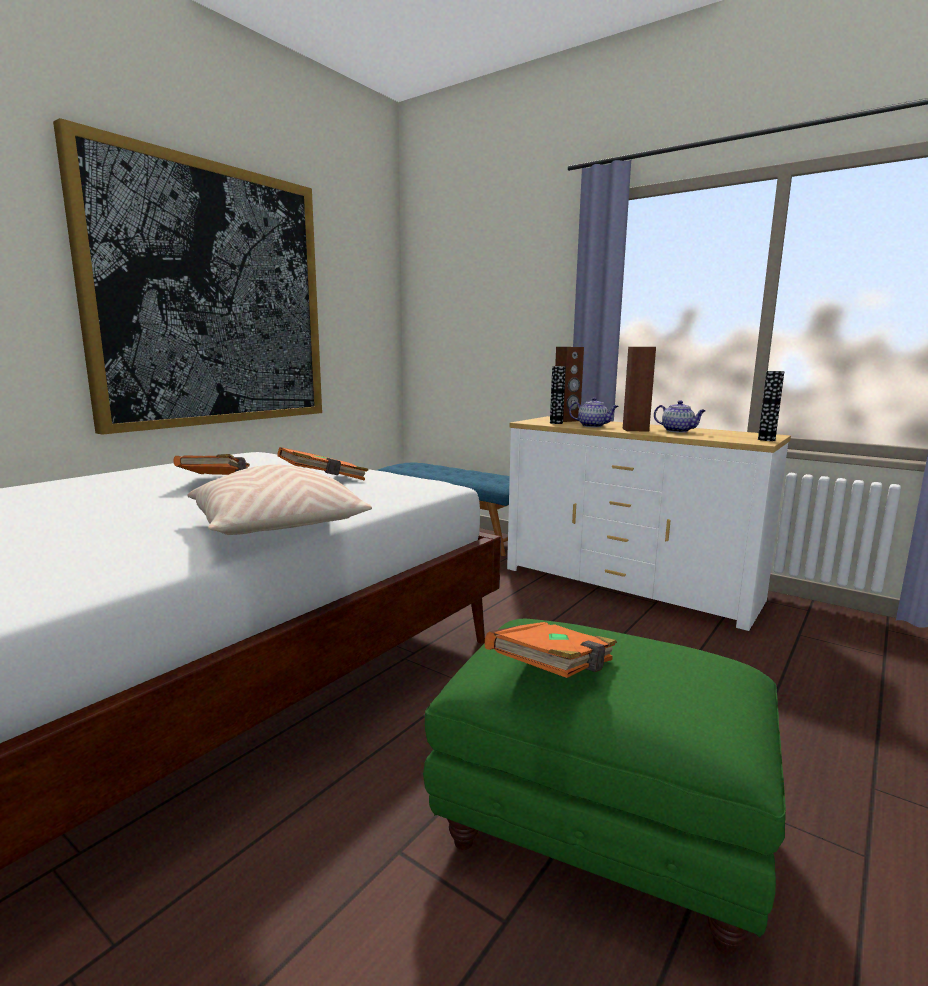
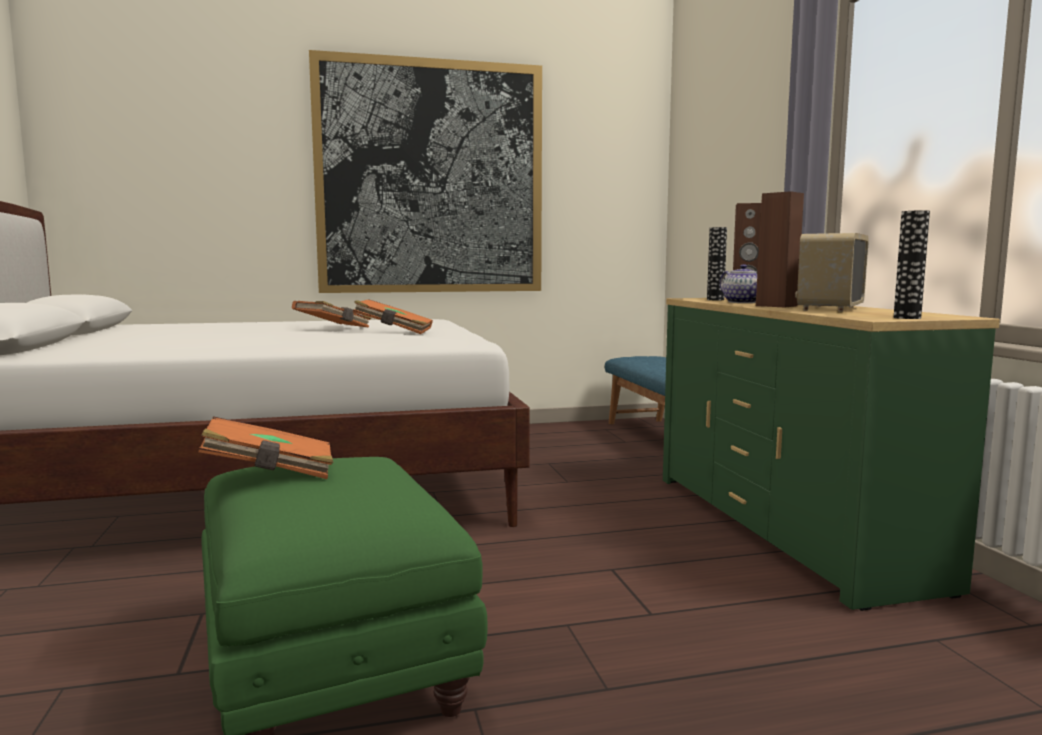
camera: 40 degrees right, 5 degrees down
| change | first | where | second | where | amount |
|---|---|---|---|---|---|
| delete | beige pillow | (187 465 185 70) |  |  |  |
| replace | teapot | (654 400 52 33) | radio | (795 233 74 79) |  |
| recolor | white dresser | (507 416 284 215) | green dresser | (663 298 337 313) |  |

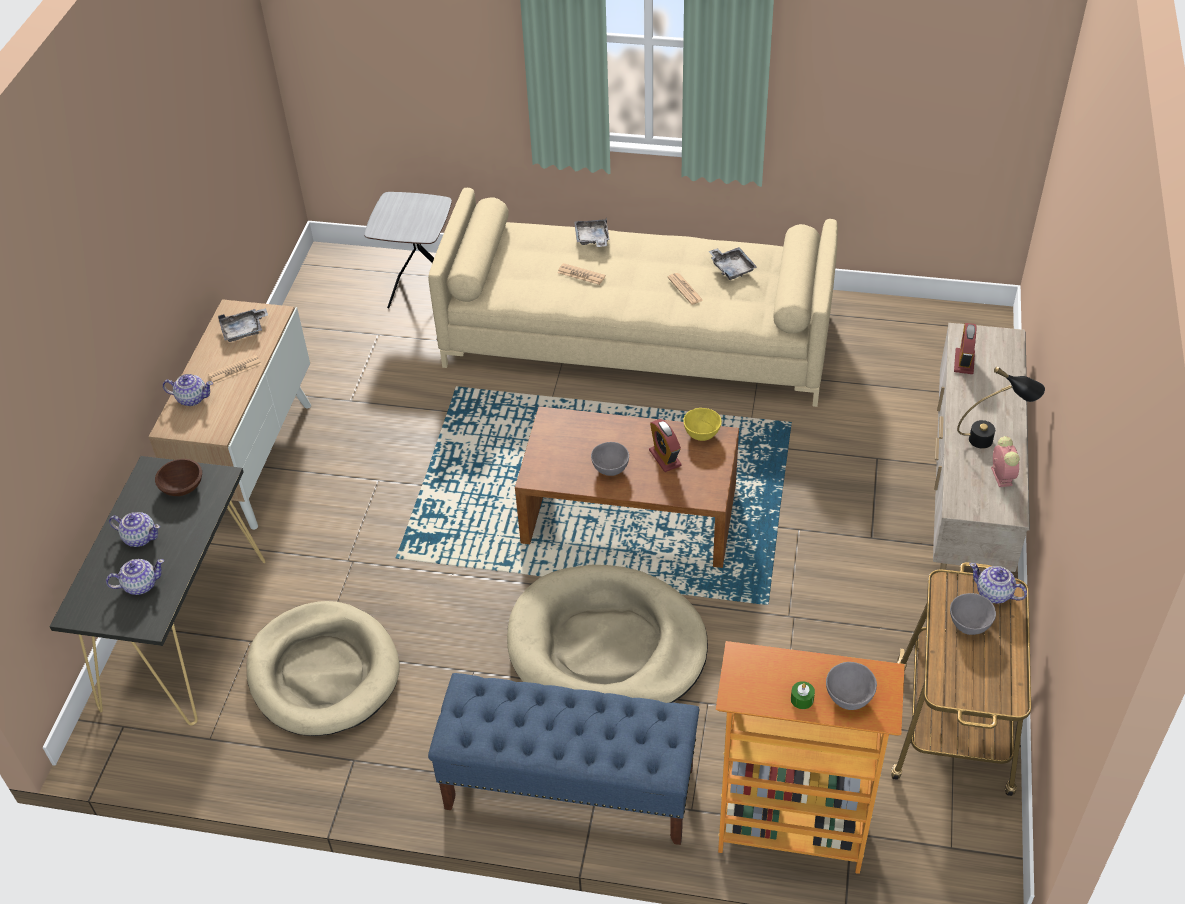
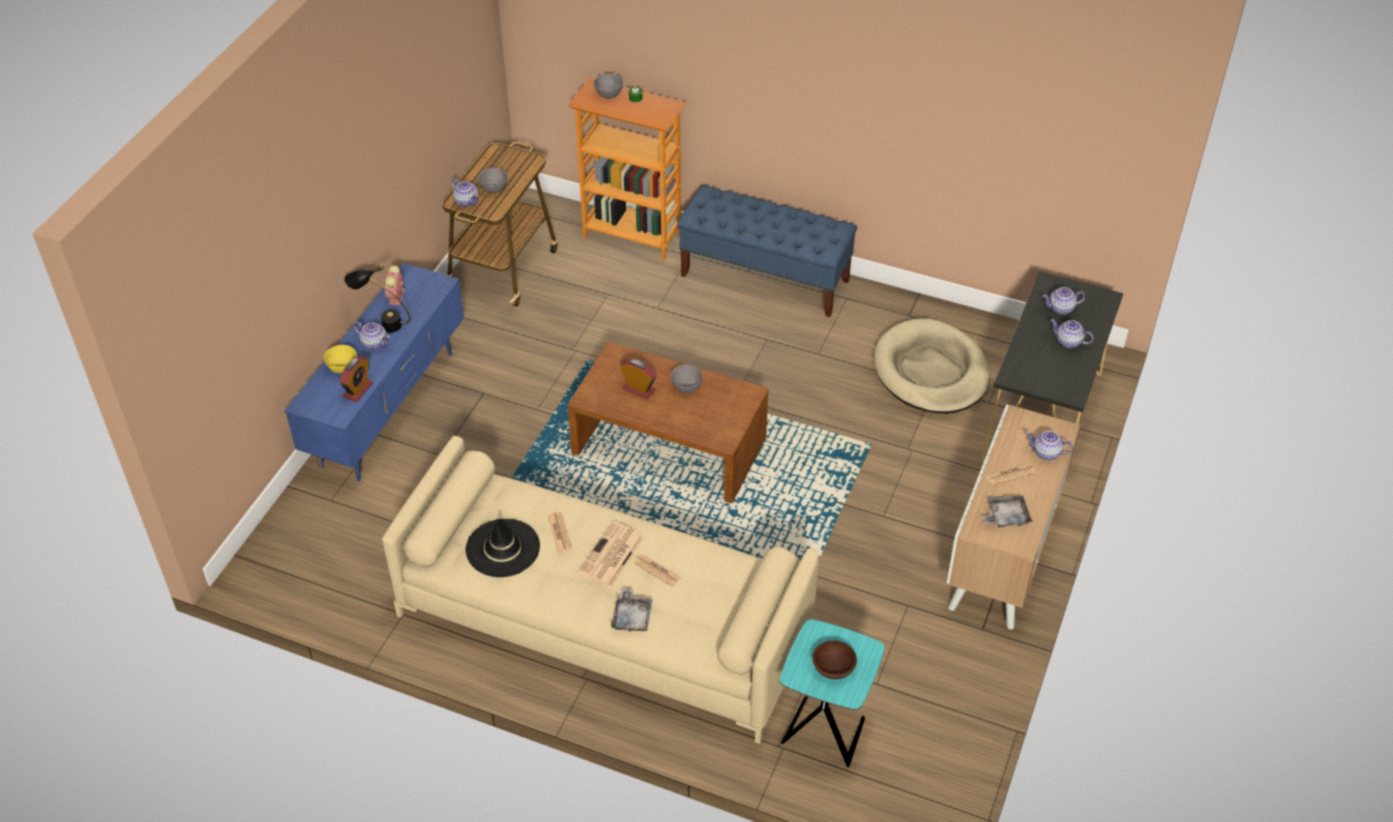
camera: 170 degrees left, 0 degrees up
| change | first | where | second | where | amount |
|---|---|---|---|---|---|
| delete | beige dog bed | (507 565 201 138) |  |  |  |
| insert |  |  | teapot | (354 322 36 28) |  |
| insert |  |  | newspaper | (577 521 68 66) |  |
| move | brown bowl | (155 459 47 37) |  | (812 641 45 38) |  |
| move | yellow bowl | (683 408 39 33) |  | (324 345 33 28) |  |
| replace | grey tray | (708 247 49 33) | black hat | (466 519 74 58) |  |
| recolor | grey side table | (364 192 88 117) | turquoise side table | (780 619 105 148) |  |
| recolor | beige tv stand | (933 323 97 249) | blue tv stand | (285 263 179 218) |  |
| rotate | alarm clock | (649 419 33 53) |  | (620 359 37 40) | 45 degrees counterclockwise |

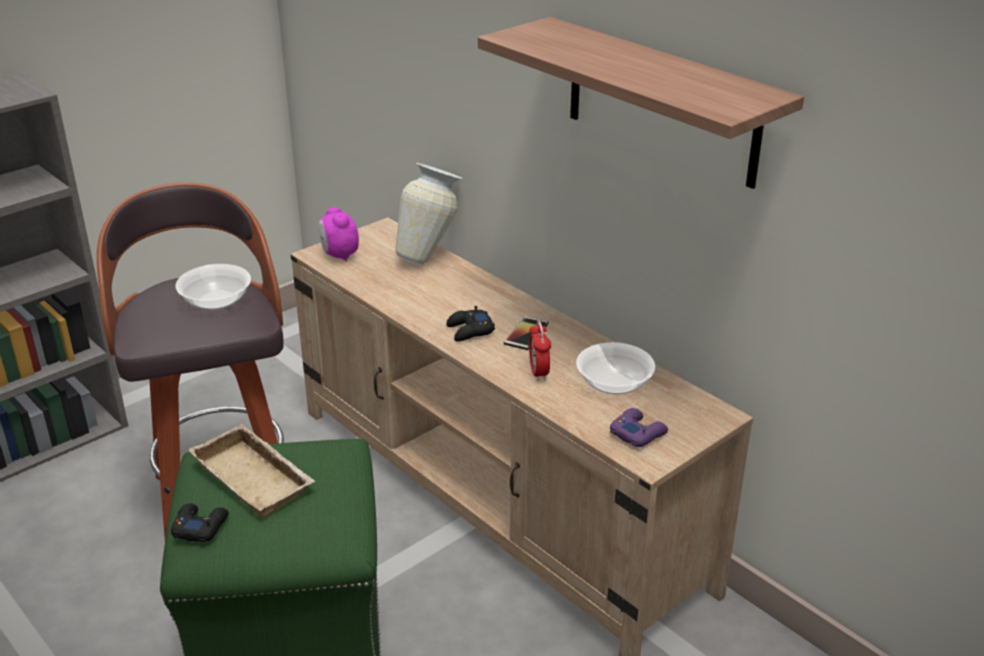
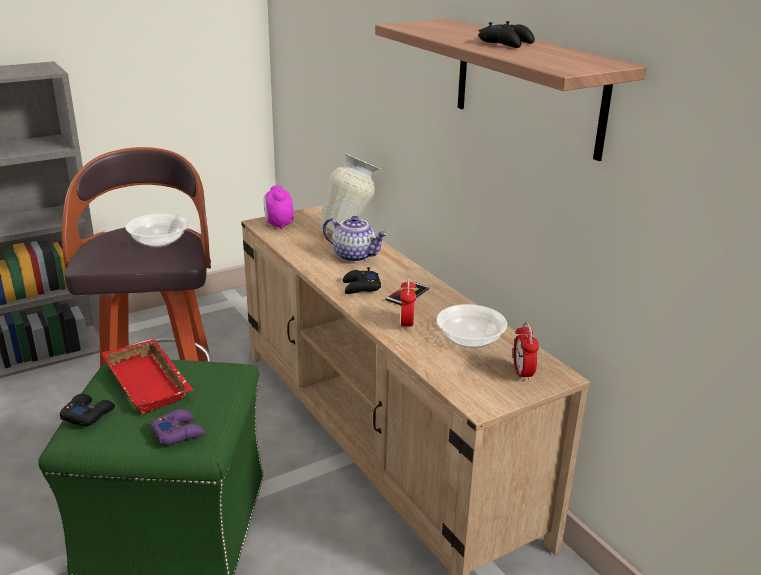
camera: 10 degrees right, 5 degrees down
| change | first | where | second | where | amount |
|---|---|---|---|---|---|
| insert |  |  | teapot | (323 216 65 46) |  |
| insert |  |  | black game controller | (478 21 57 27) |  |
| insert |  |  | alarm clock | (513 322 26 60) |  |
| move | purple game controller | (610 408 58 39) |  | (151 409 54 36) |  |
| recolor | beige tray | (188 424 127 95) | red tray | (102 339 92 76) |  |

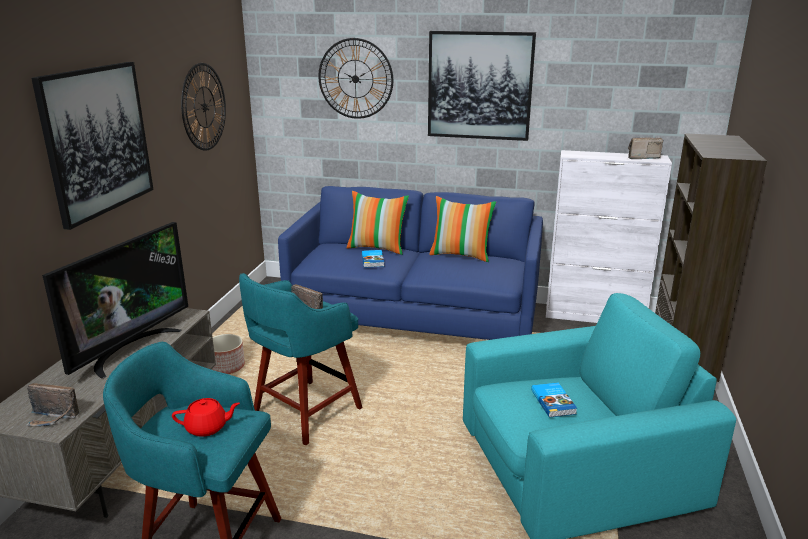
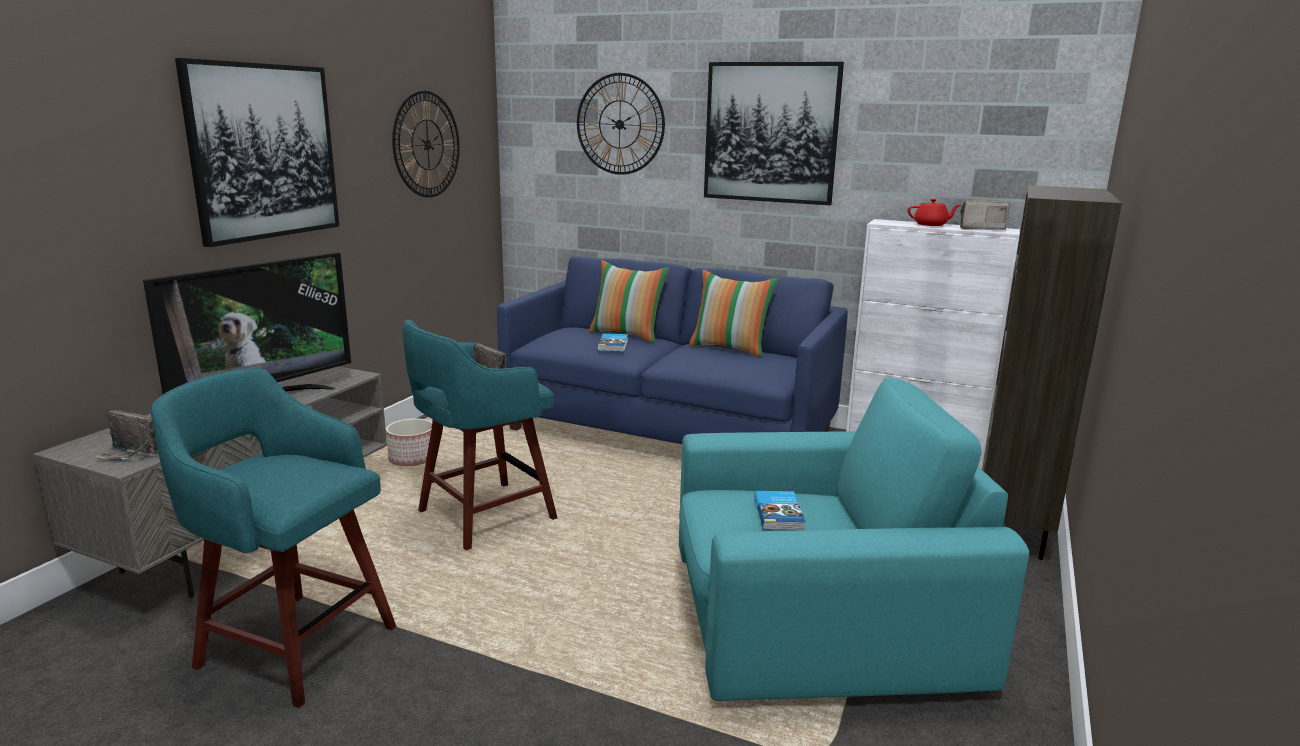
camera: 10 degrees right, 5 degrees down
| change | first | where | second | where | amount |
|---|---|---|---|---|---|
| move | red teapot | (172 398 68 39) |  | (907 199 54 27) |  |

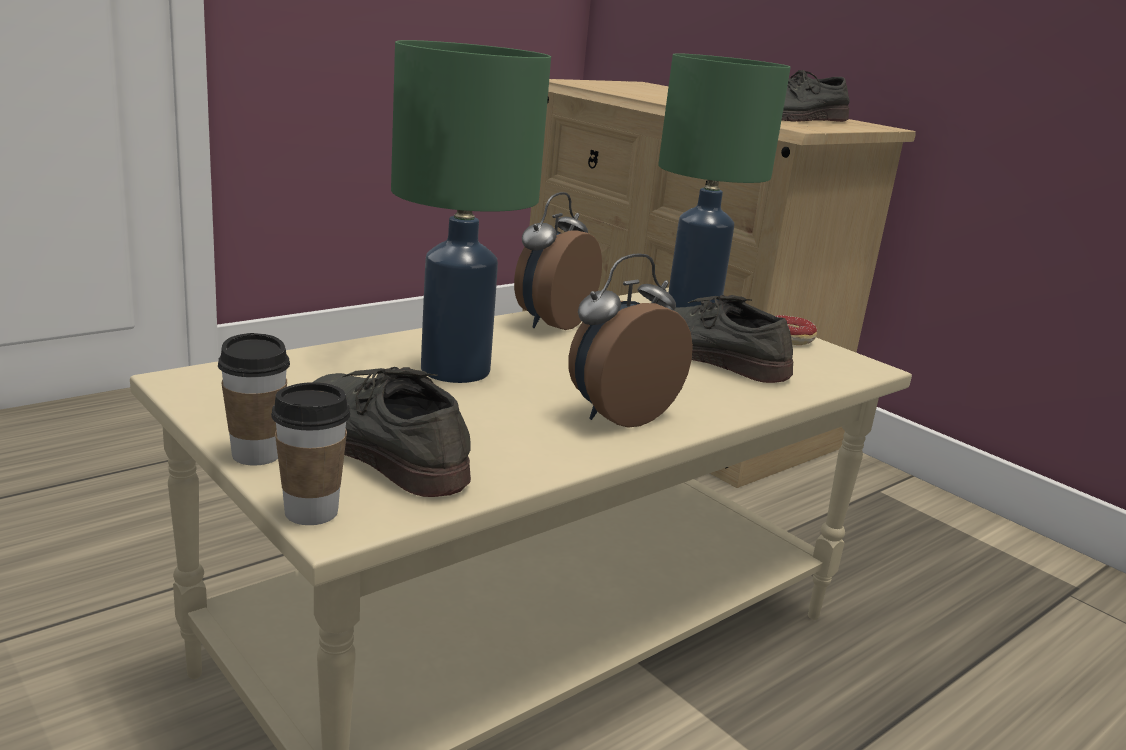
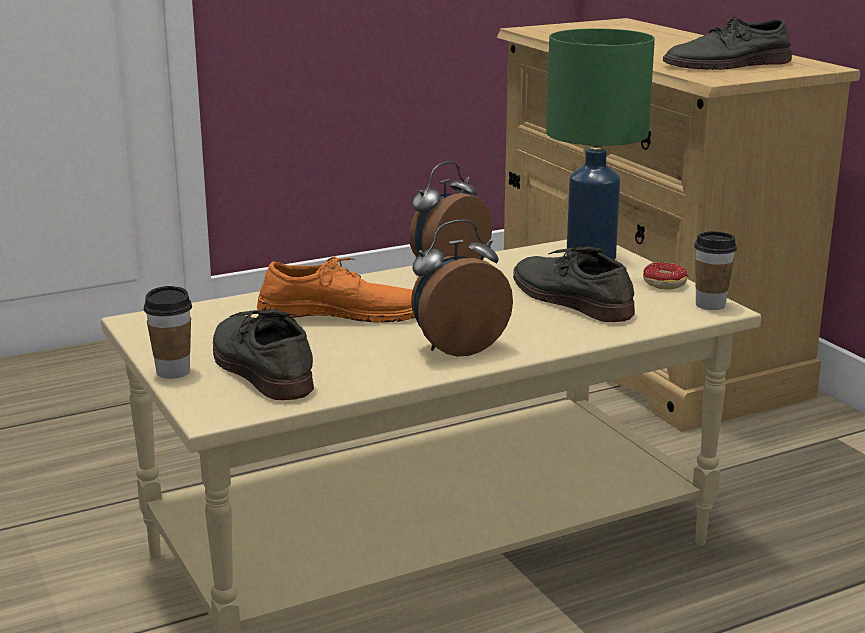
camera: 15 degrees right, 0 degrees up
| change | first | where | second | where | amount |
|---|---|---|---|---|---|
| move | cup | (271 382 79 143) |  | (694 231 43 79) |  |
| replace | green table lamp | (391 40 160 343) | orange shoe | (257 256 158 67) |  |

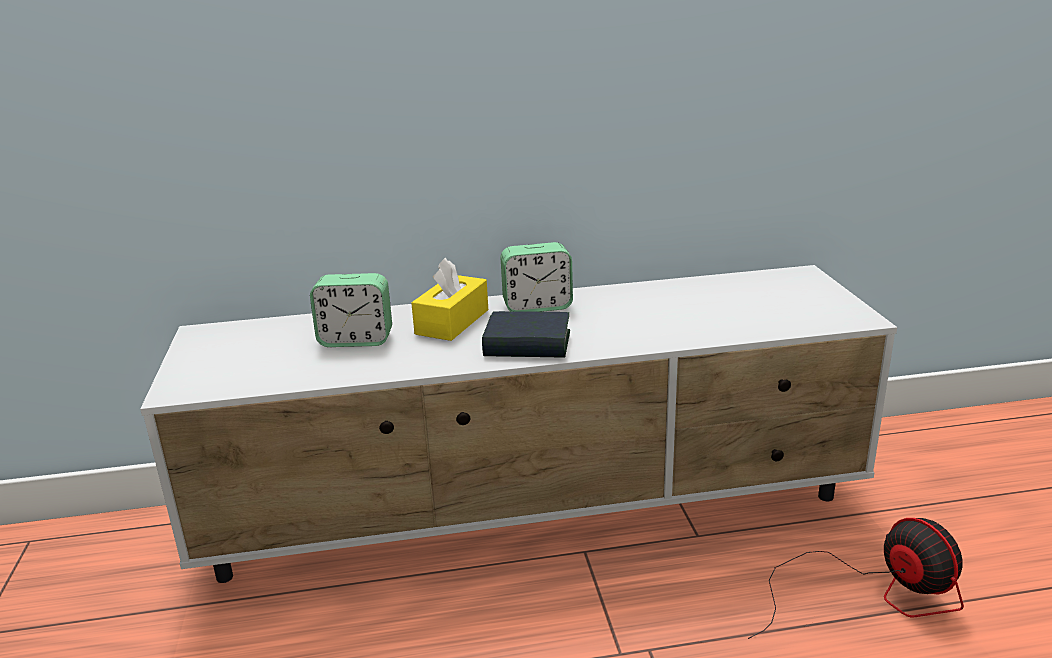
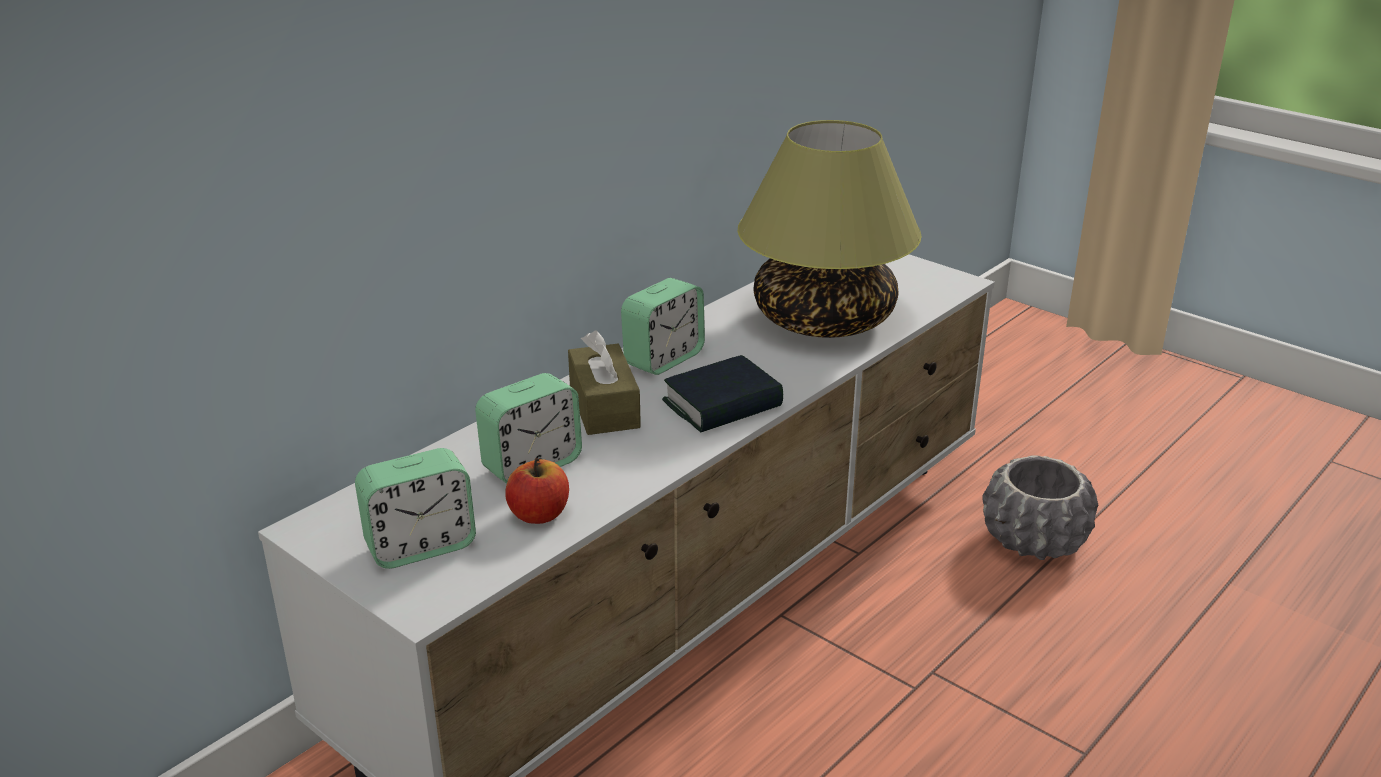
camera: 40 degrees left, 5 degrees up
| change | first | where | second | where | amount |
|---|---|---|---|---|---|
| insert |  |  | alarm clock | (355 448 121 121) |  |
| insert |  |  | apple | (505 458 64 66) |  |
| insert |  |  | table lamp | (738 120 184 218) |  |
| replace | fan | (748 518 216 121) | grey planter | (983 455 115 105) |  |
| recolor | yellow tissue box | (411 257 77 84) | brown tissue box | (568 330 73 105) |  |

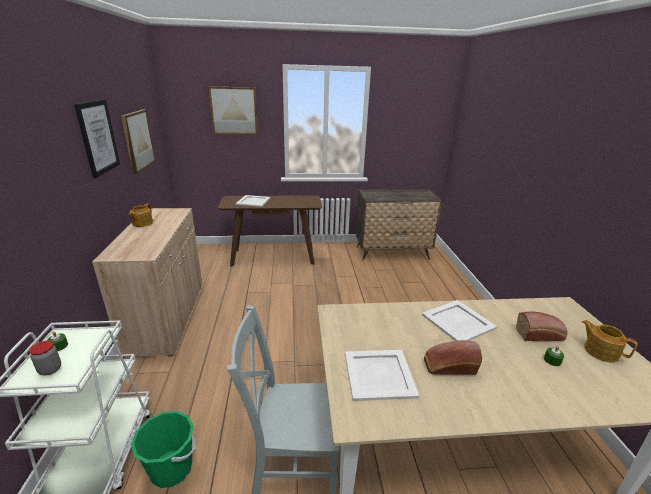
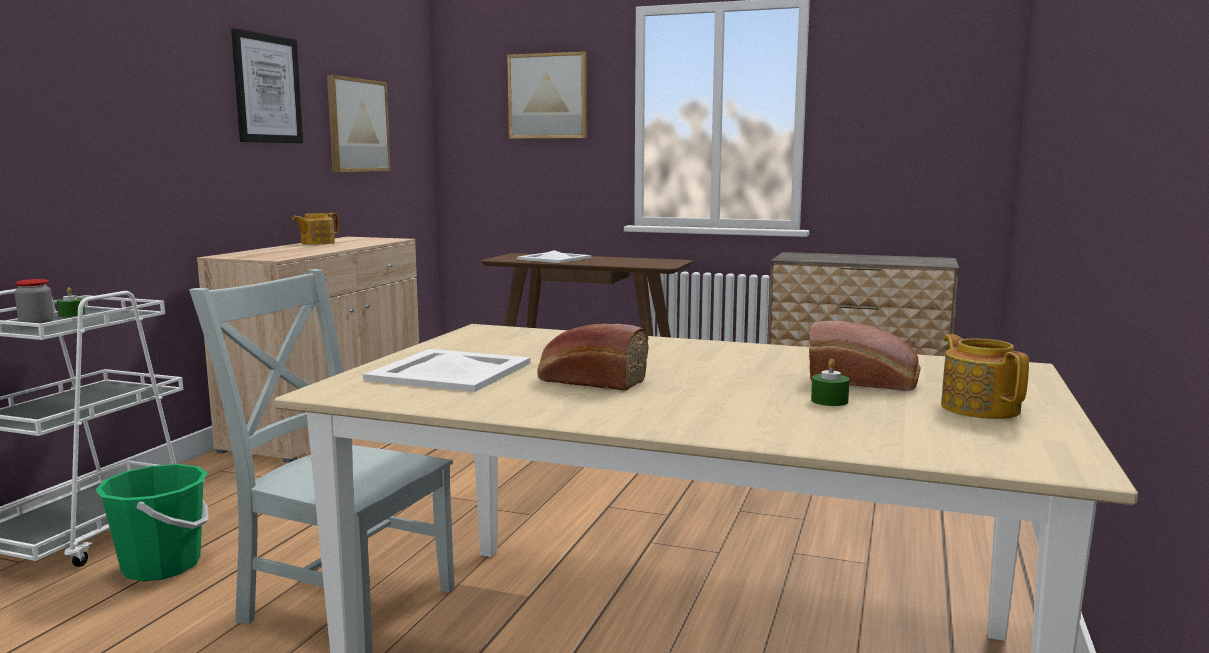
camera: 25 degrees right, 15 degrees down
| change | first | where | second | where | amount |
|---|---|---|---|---|---|
| delete | white tray | (422 300 75 41) |  |  |  |

